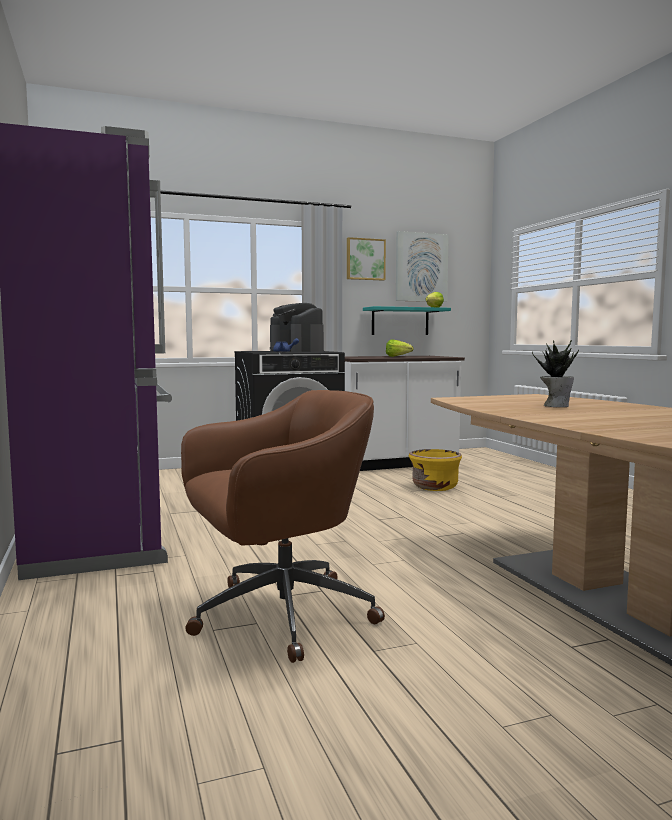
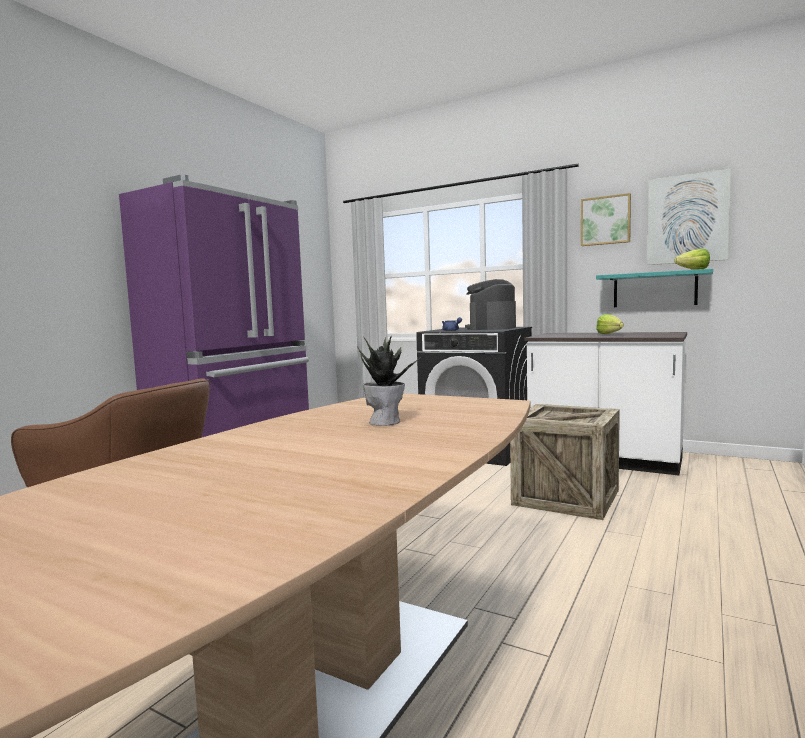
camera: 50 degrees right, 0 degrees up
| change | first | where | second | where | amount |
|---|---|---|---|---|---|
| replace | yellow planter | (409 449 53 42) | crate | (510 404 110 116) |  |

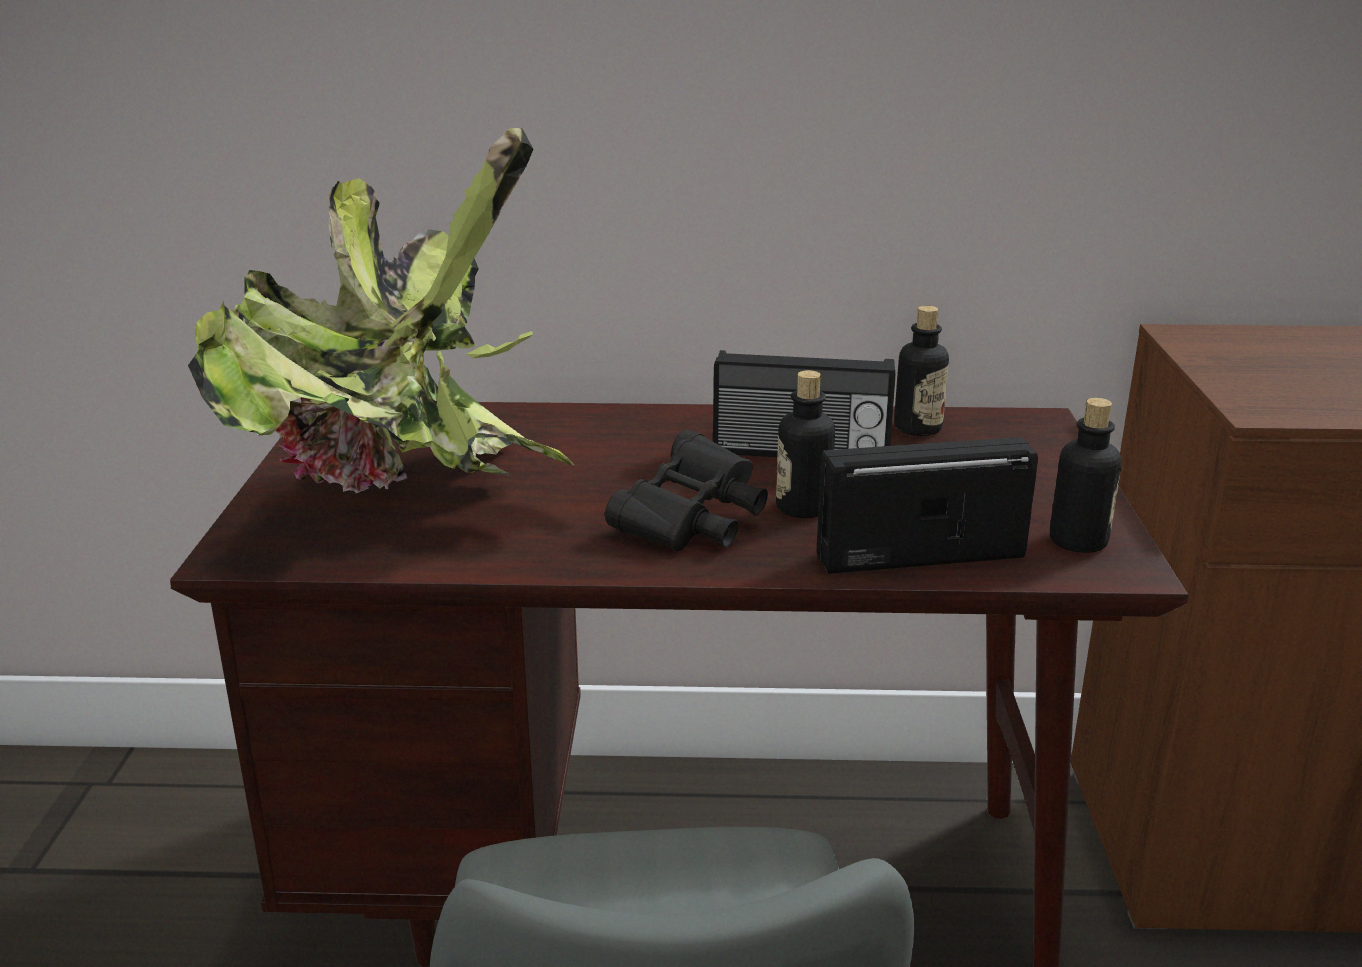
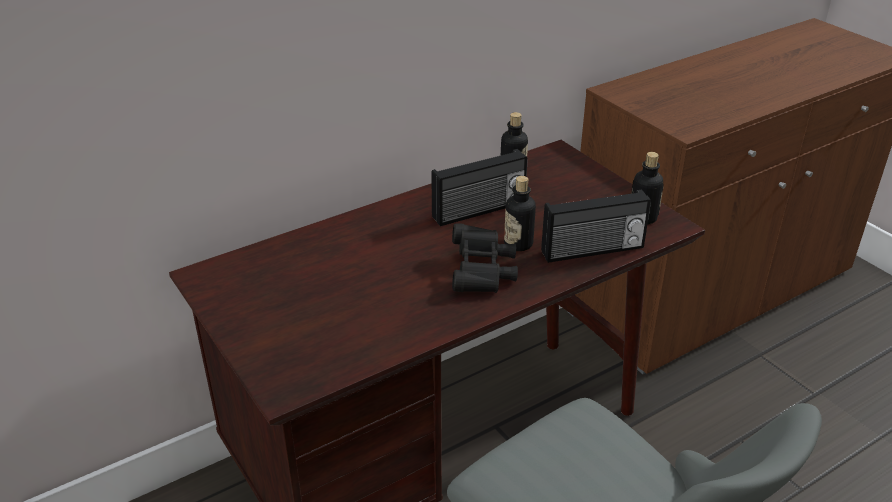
camera: 35 degrees left, 10 degrees up
| change | first | where | second | where | amount |
|---|---|---|---|---|---|
| delete | potted plant | (188 128 386 365) |  |  |  |
| rotate | radio | (816 437 222 137) |  | (541 190 110 73) | 150 degrees counterclockwise |

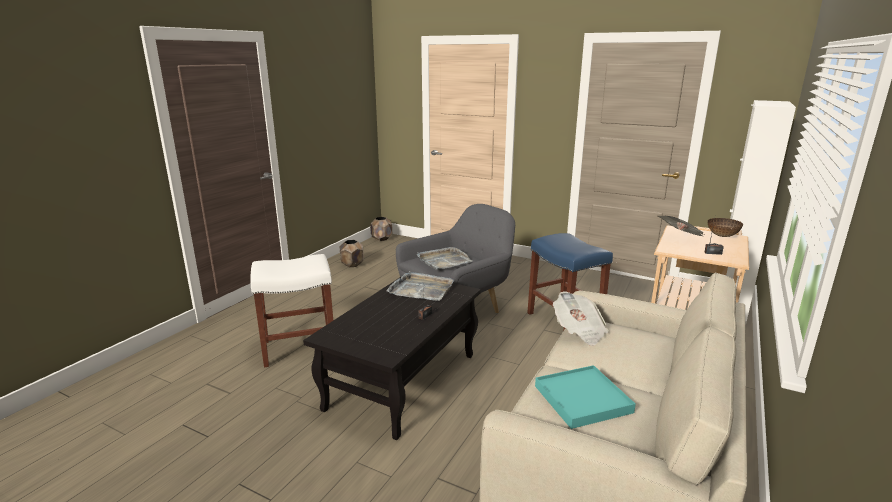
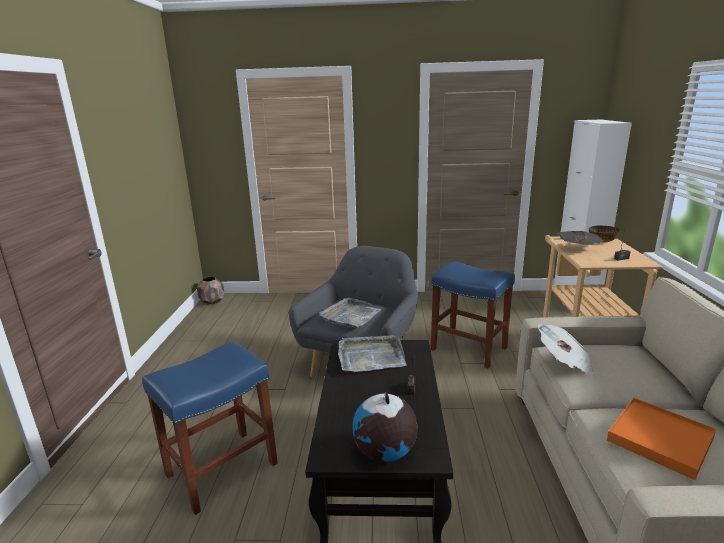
camera: 25 degrees left, 0 degrees up
| change | first | where | second | where | amount |
|---|---|---|---|---|---|
| delete | brown planter | (340 240 24 27) |  |  |  |
| insert |  |  | globe | (352 392 66 70) |  |
| recolor | white stool | (250 254 83 114) | blue stool | (142 341 136 174) |  |
| recolor | turquoise tray | (535 365 101 64) | orange tray | (607 398 109 82) |  |

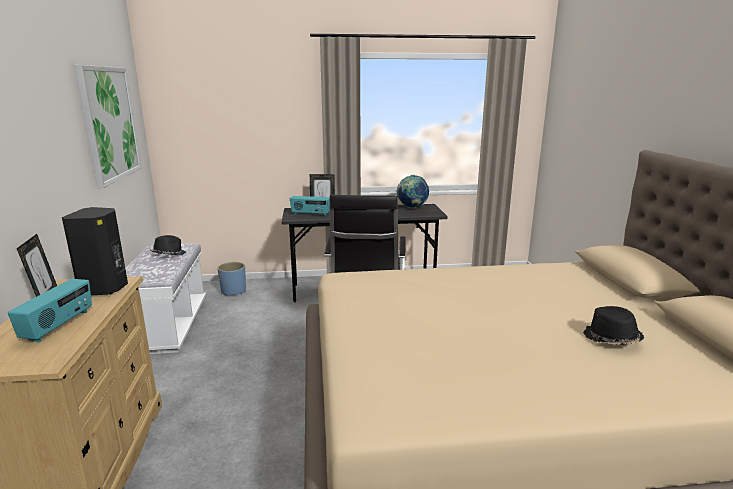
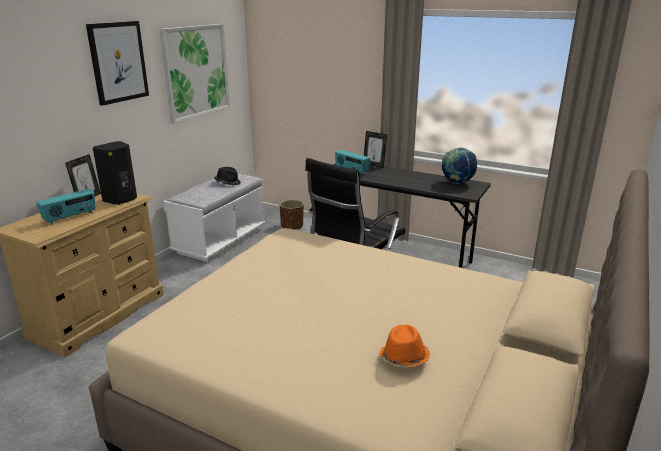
camera: 35 degrees right, 5 degrees up
| change | first | where | second | where | amount |
|---|---|---|---|---|---|
| insert |  |  | picture | (86 21 63 85) |  |
| recolor | blue planter | (217 262 29 34) | brown planter | (280 200 24 30) |  |
| recolor | black hat | (584 306 60 39) | orange hat | (379 325 51 43) |  |

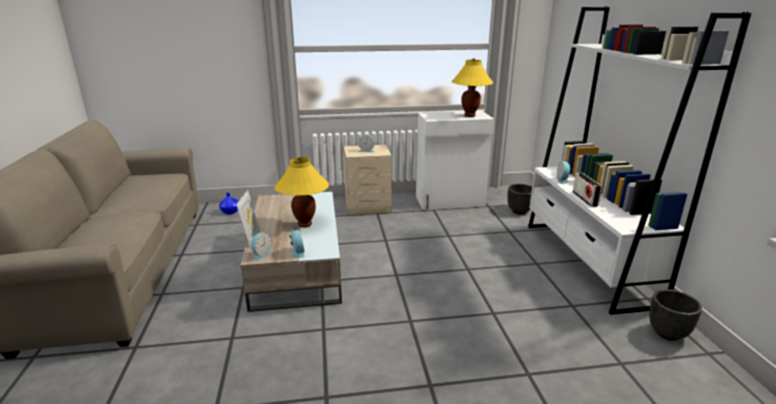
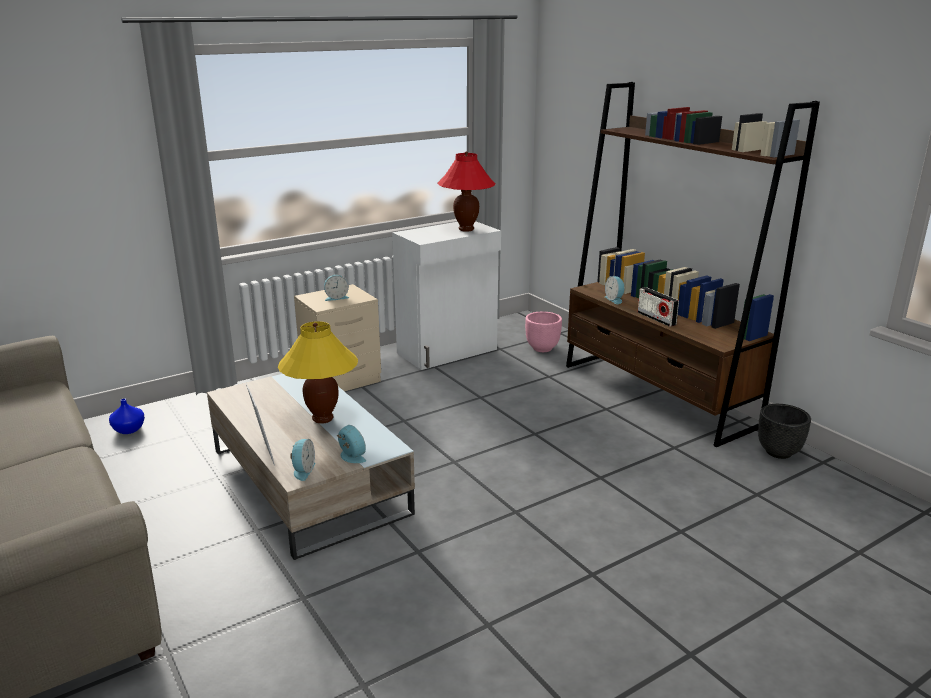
camera: 25 degrees left, 0 degrees up
| change | first | where | second | where | amount |
|---|---|---|---|---|---|
| recolor | yellow table lamp | (452 58 41 59) | red table lamp | (437 151 58 81) |  |
| recolor | black planter | (507 184 25 30) | pink planter | (525 312 37 40) |  |
| recolor | white bookcase | (528 7 223 308) | brown bookcase | (566 82 254 365) |  |

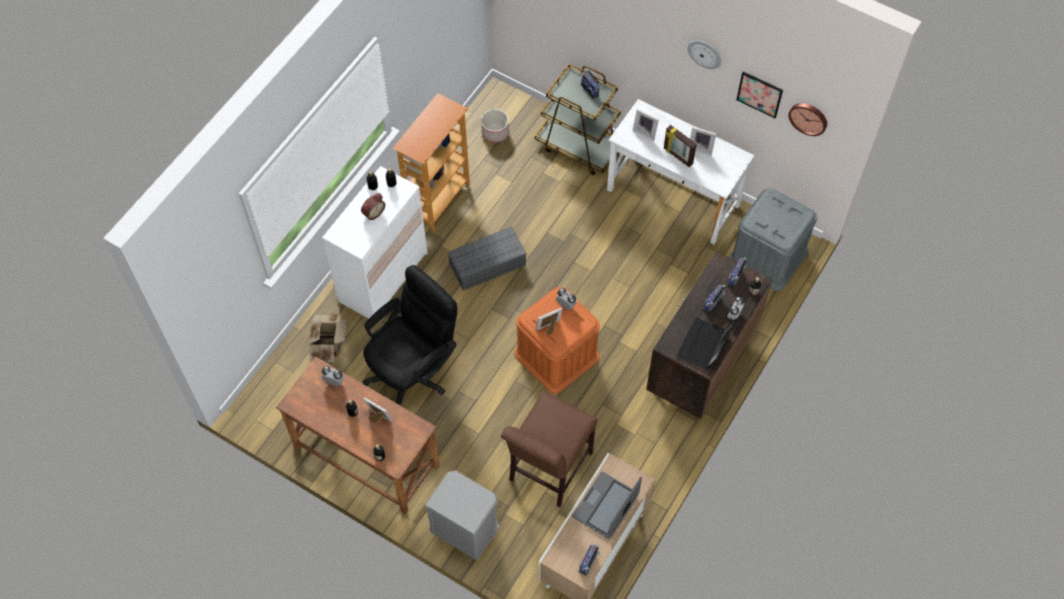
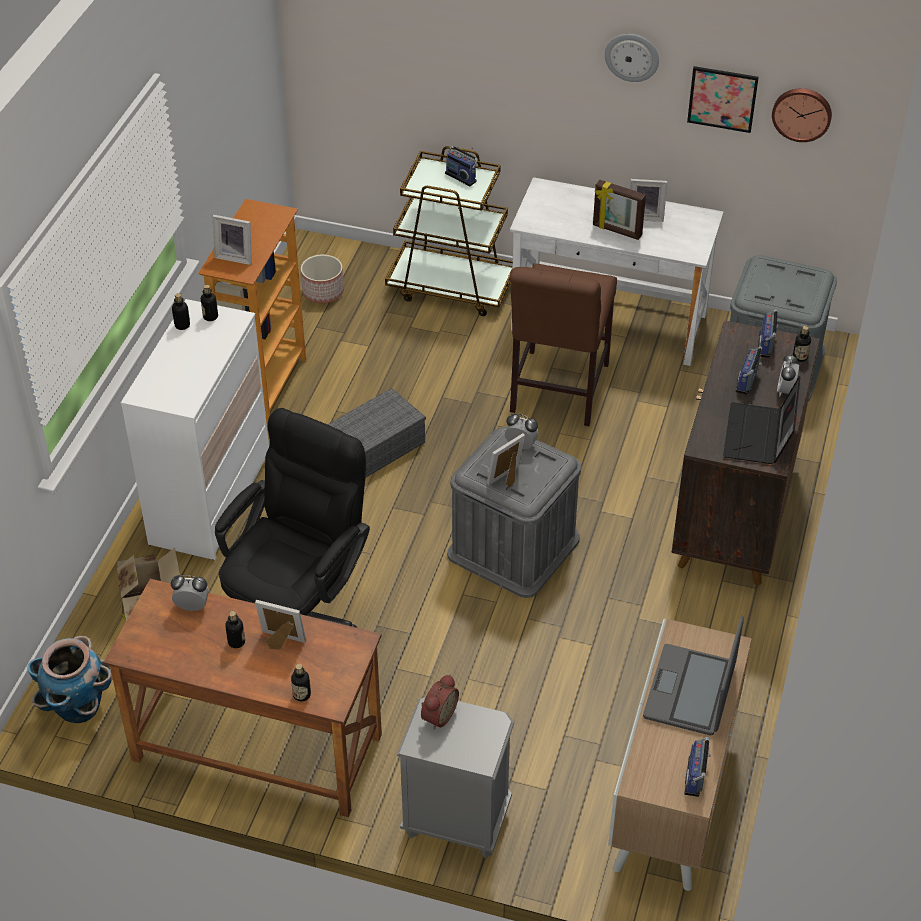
camera: 15 degrees left, 15 degrees down
| change | first | where | second | where | amount |
|---|---|---|---|---|---|
| insert |  |  | planter | (27 636 85 87) |  |
| move | alarm clock | (361 193 24 27) |  | (421 675 38 55) |  |
| move | brown chair | (501 391 96 116) |  | (510 264 107 162) |  |
| move | picture frame | (633 109 26 32) |  | (213 215 39 50) |  |
| recolor | orange storage box | (514 287 86 107) | grey storage box | (447 427 134 171) |  |

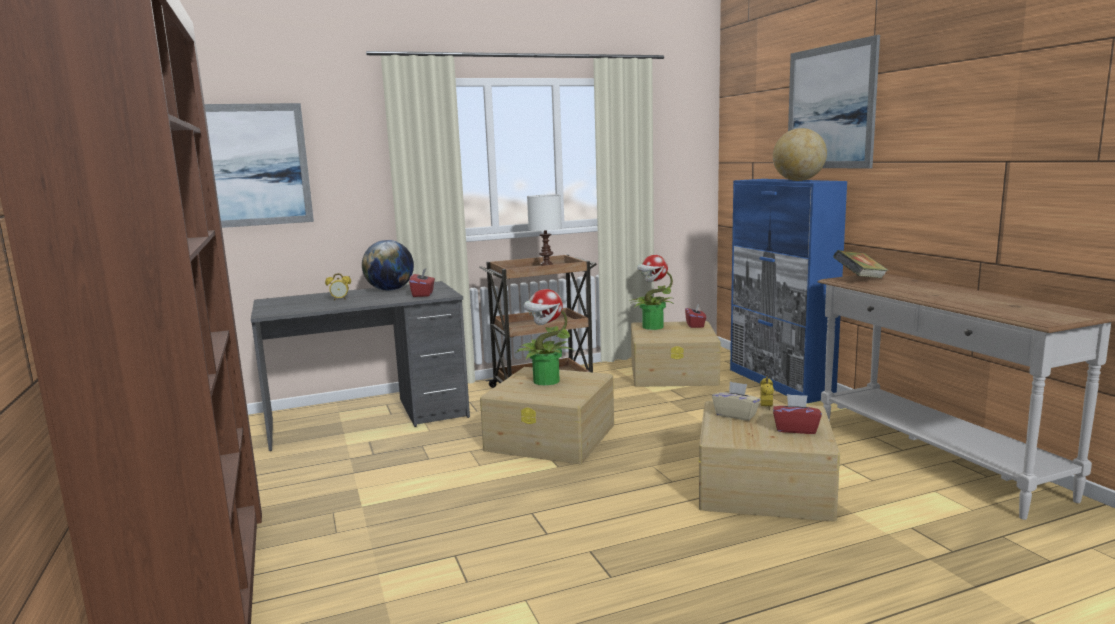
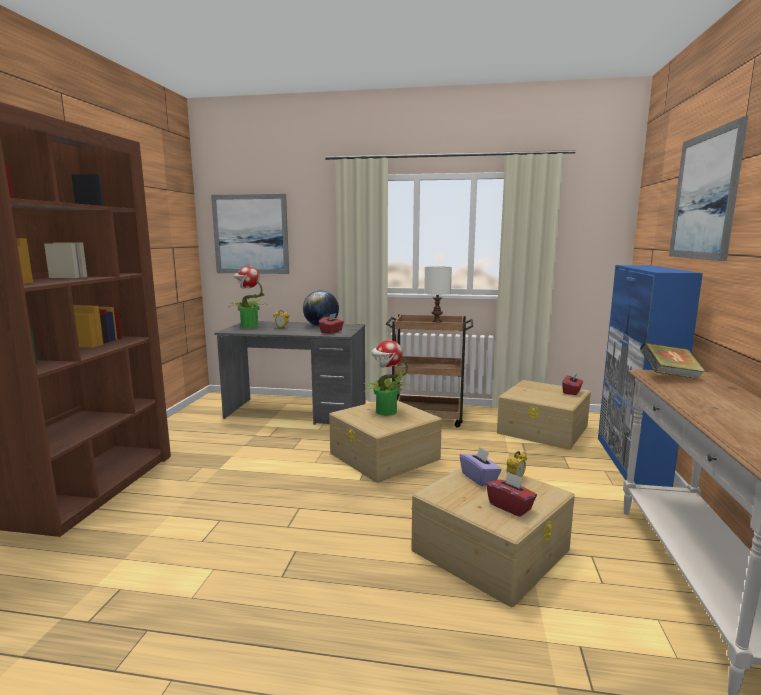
camera: 30 degrees right, 0 degrees up
| change | first | where | second | where | amount |
|---|---|---|---|---|---|
| delete | globe | (773 128 54 53) |  |  |  |
| move | potted plant | (630 255 45 75) |  | (229 266 36 62) |  |
| recolor | beige tissue box | (712 381 49 40) | purple tissue box | (460 447 42 39) |  |

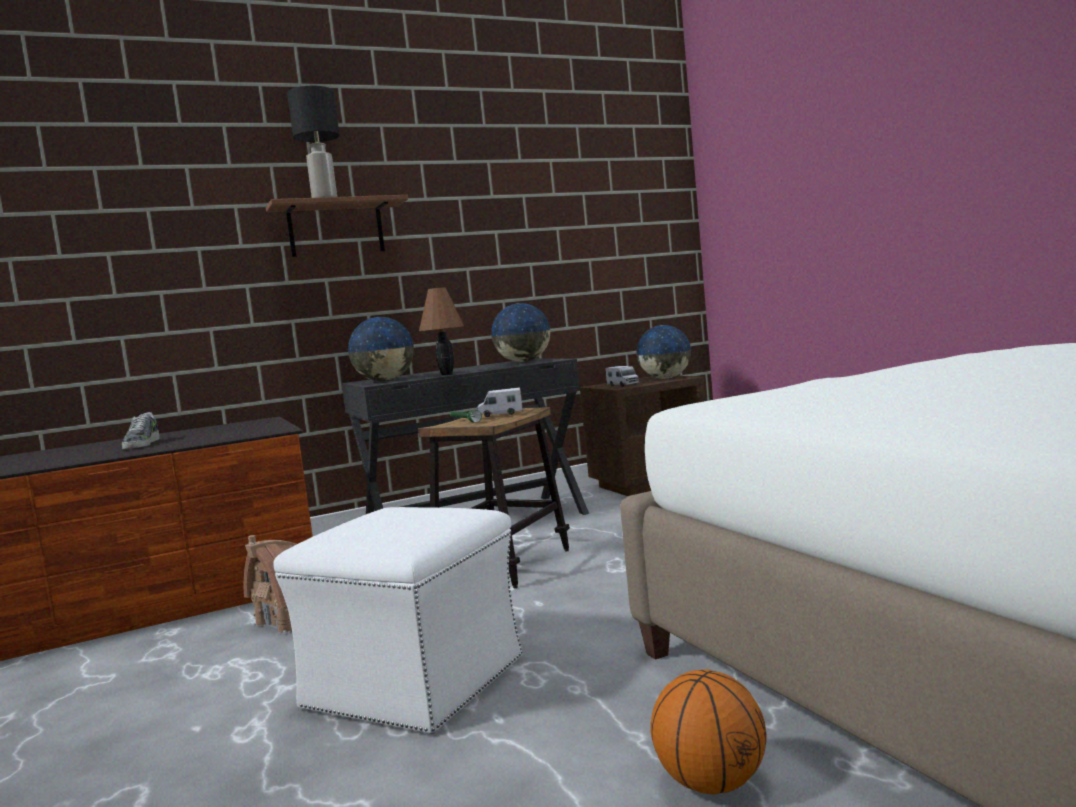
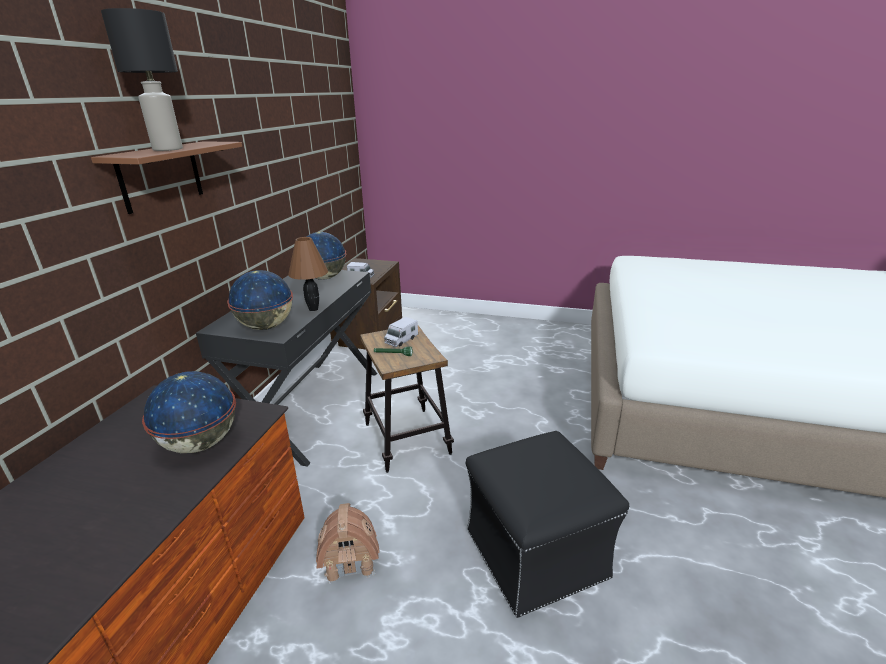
camera: 50 degrees left, 20 degrees up
| change | first | where | second | where | amount |
|---|---|---|---|---|---|
| delete | shoe | (122 412 38 37) |  |  |  |
| delete | basketball | (650 669 116 125) |  |  |  |
| move | globe | (636 325 56 54) |  | (142 371 94 82) |  |
| recolor | white ottoman | (273 507 250 227) | black ottoman | (466 431 163 187) |  |

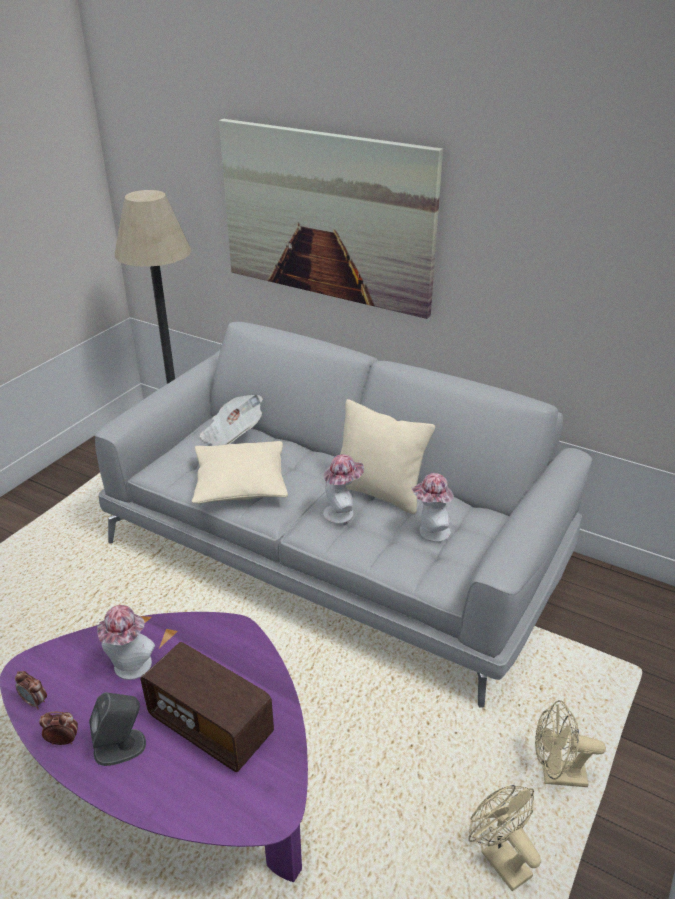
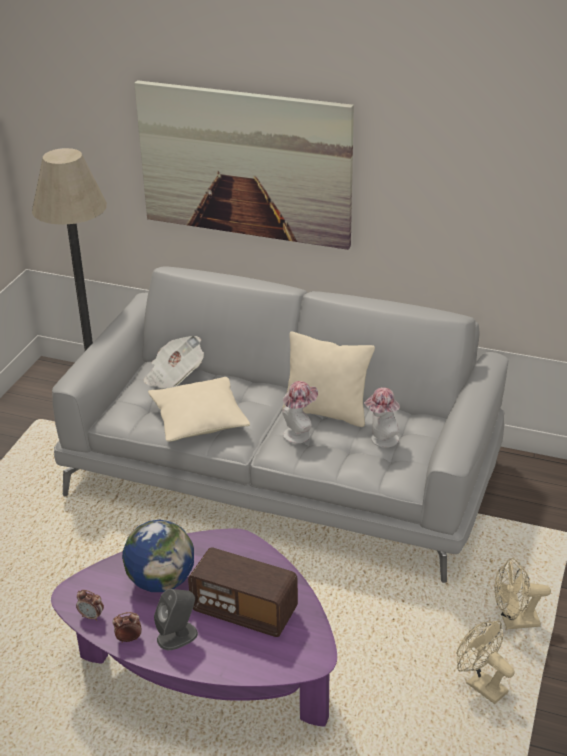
camera: 10 degrees left, 0 degrees up
| change | first | where | second | where | amount |
|---|---|---|---|---|---|
| replace | hat | (98 605 57 75) | globe | (122 520 72 72) |  |

